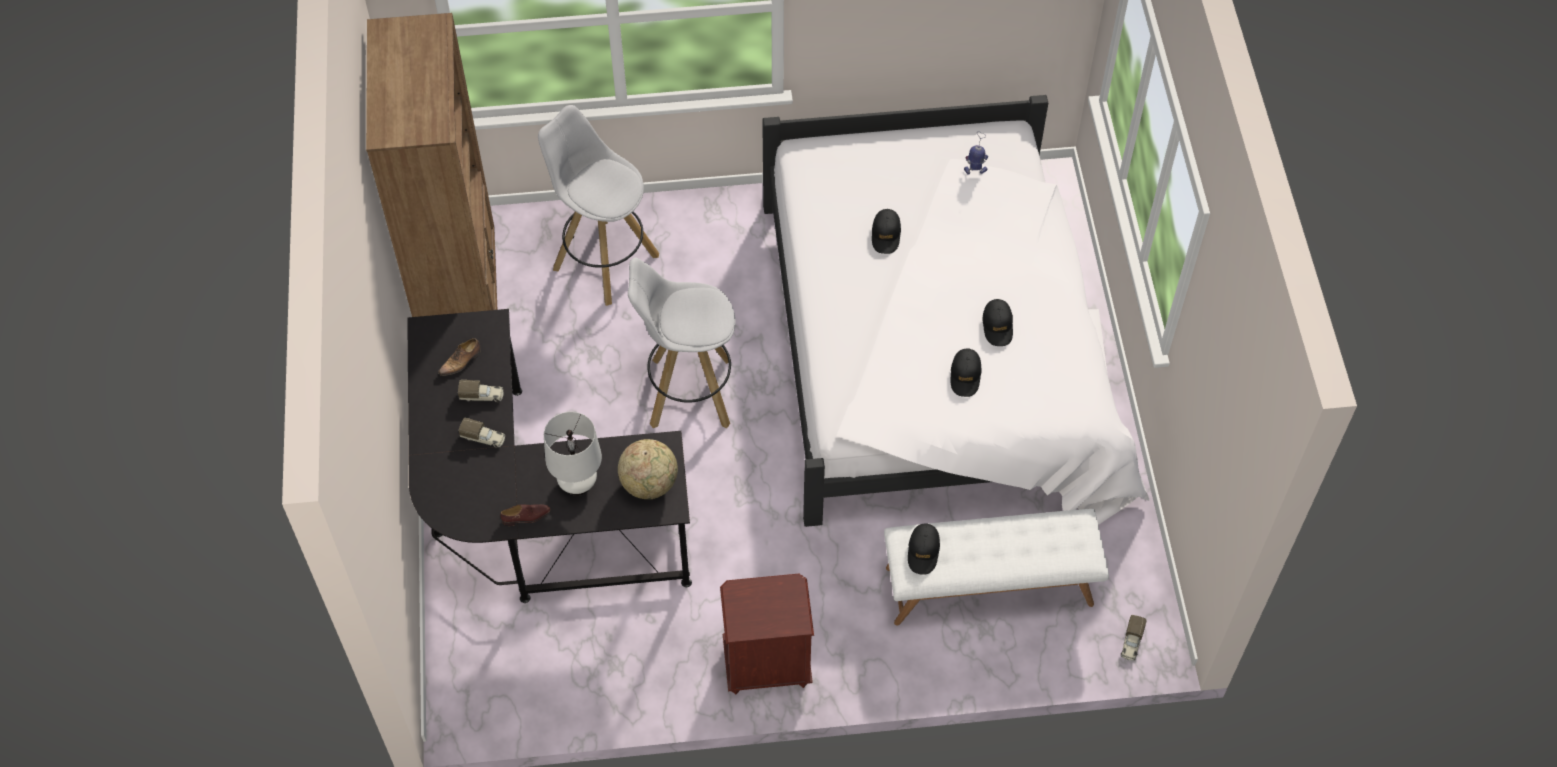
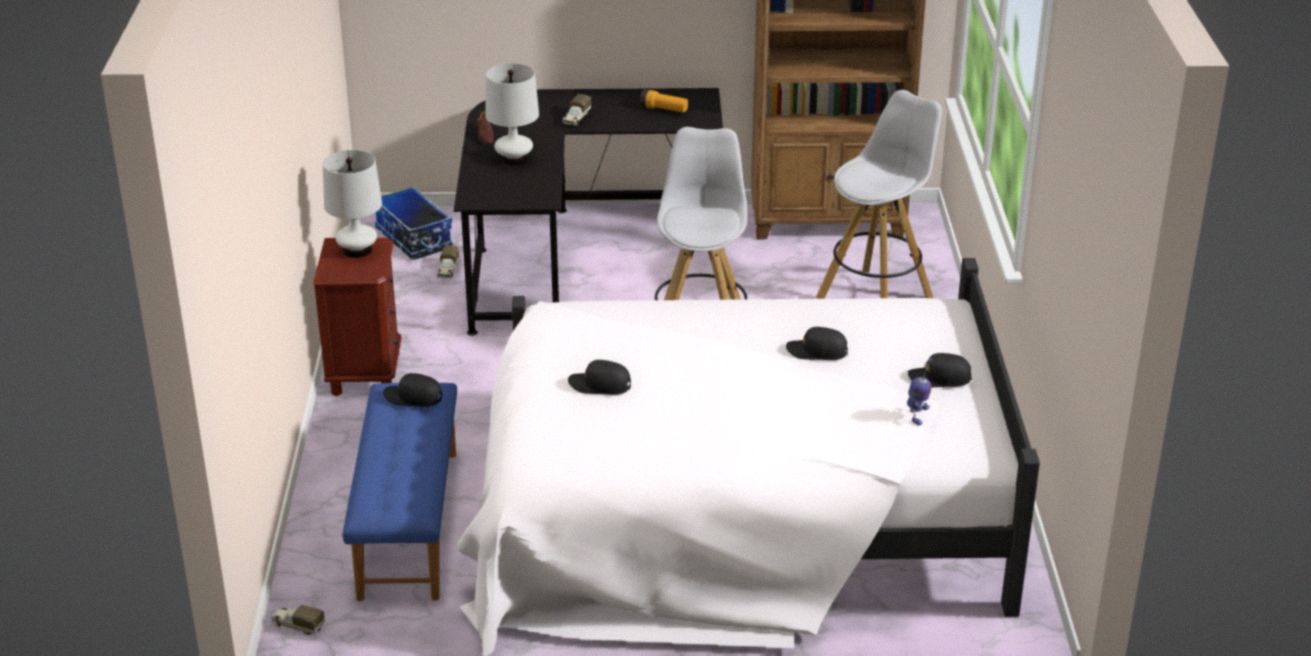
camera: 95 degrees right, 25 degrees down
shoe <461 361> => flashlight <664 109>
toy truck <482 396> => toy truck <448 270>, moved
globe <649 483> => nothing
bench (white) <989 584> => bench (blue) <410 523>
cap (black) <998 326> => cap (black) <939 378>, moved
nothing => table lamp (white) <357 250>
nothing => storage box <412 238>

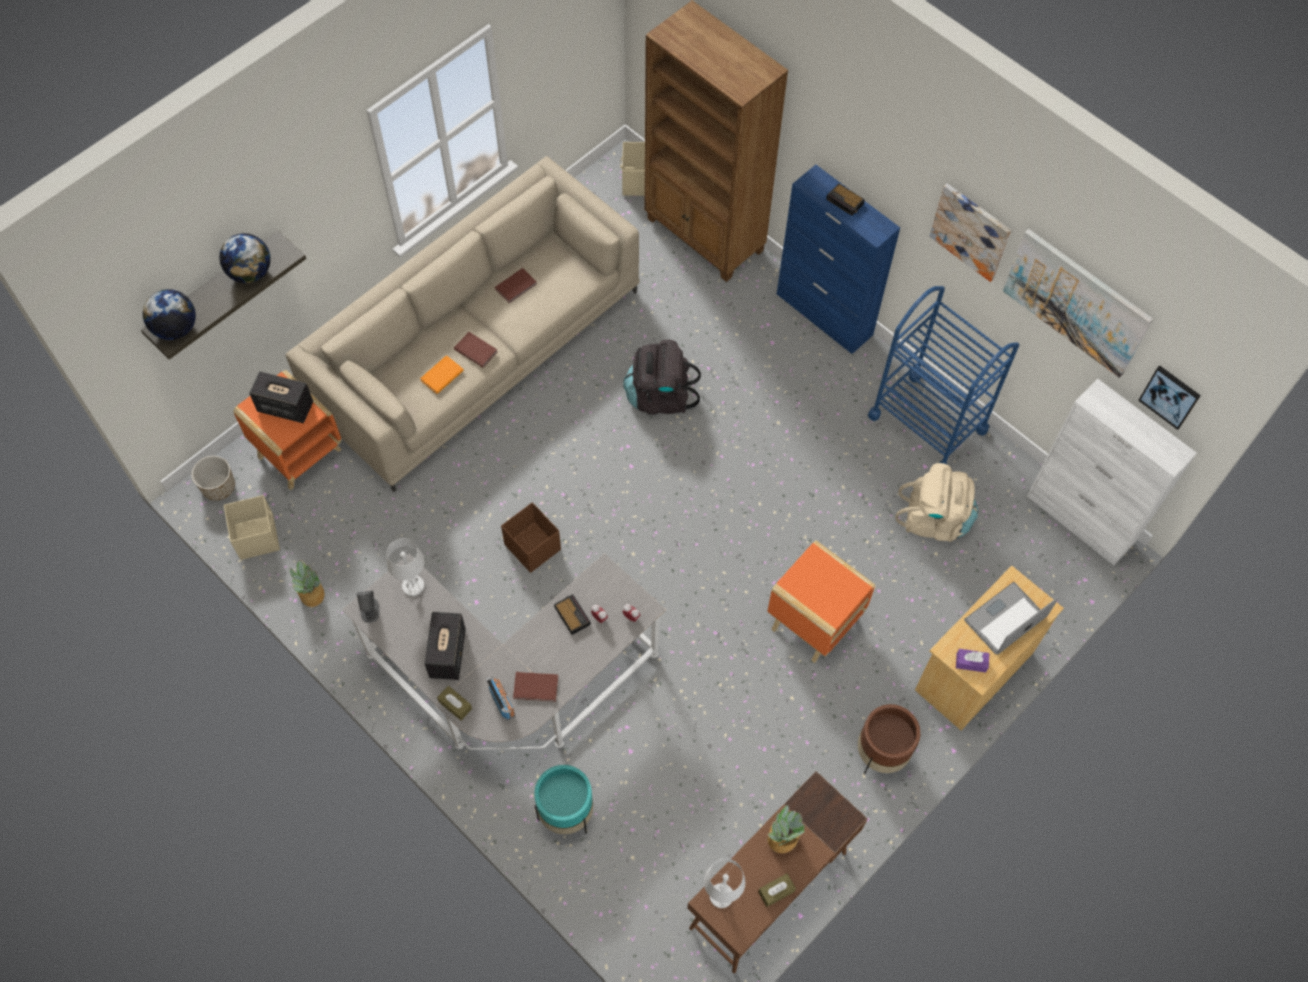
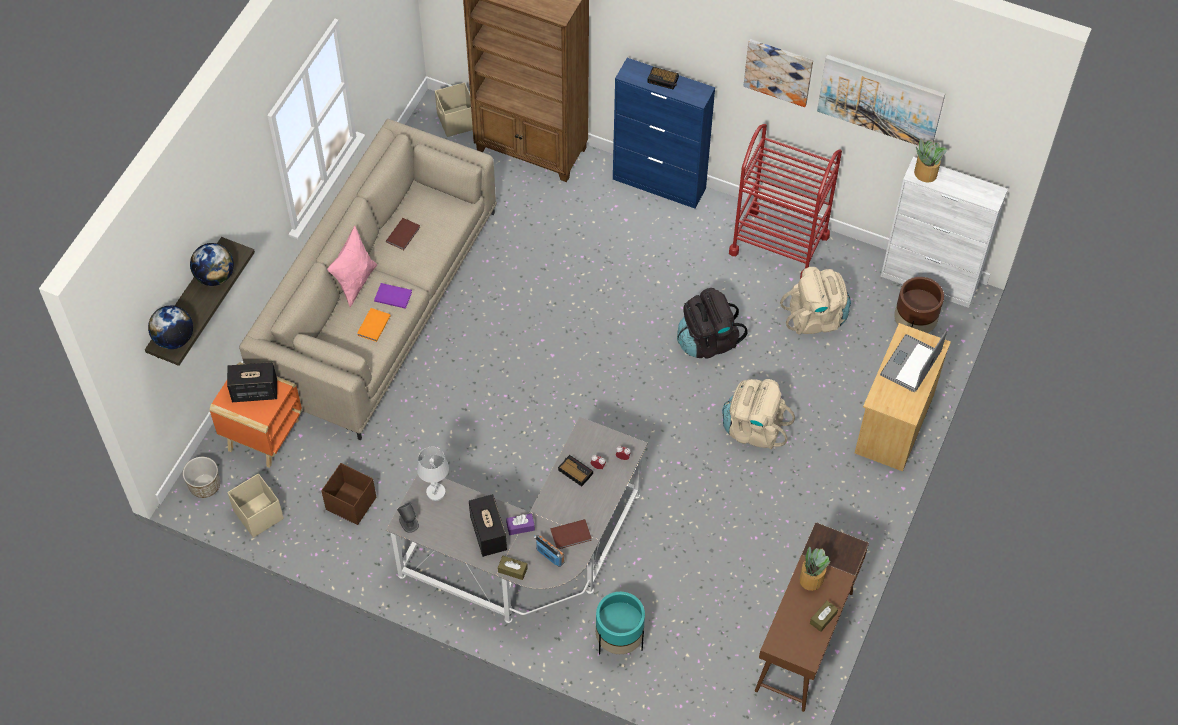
camera: 20 degrees left, 5 degrees down
potted plant <312 593> => potted plant <925 172>, moved
book (brown) <476 350> => book (purple) <393 296>
storage box (brown) <532 546> => storage box (brown) <350 503>, moved
backpack (black) <660 396> => backpack (black) <707 341>, moved
table lamp (white) <721 895> => nothing
side table (orange) <813 623> => backpack (beige) <753 429>
planter (brown) <881 753> => planter (brown) <913 327>, moved
cart (blue) <927 423> => cart (red) <779 244>
tissue box (purple) <971 663> => tissue box (purple) <520 527>, moved
picture <1170 396> => nothing
nothing => pillow (pink) <355 282>

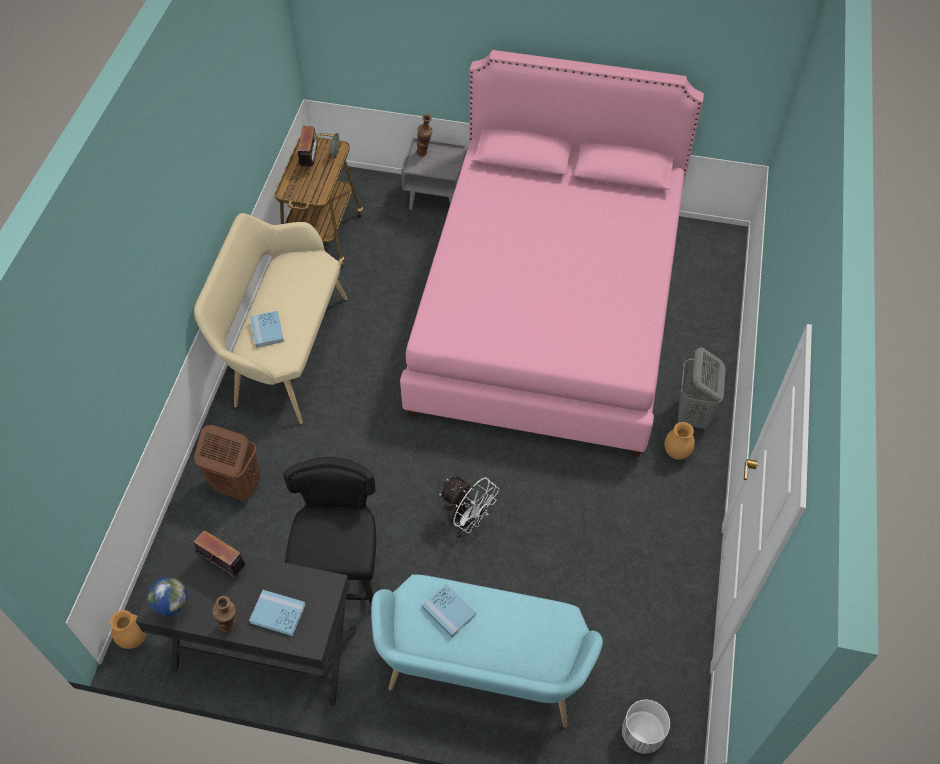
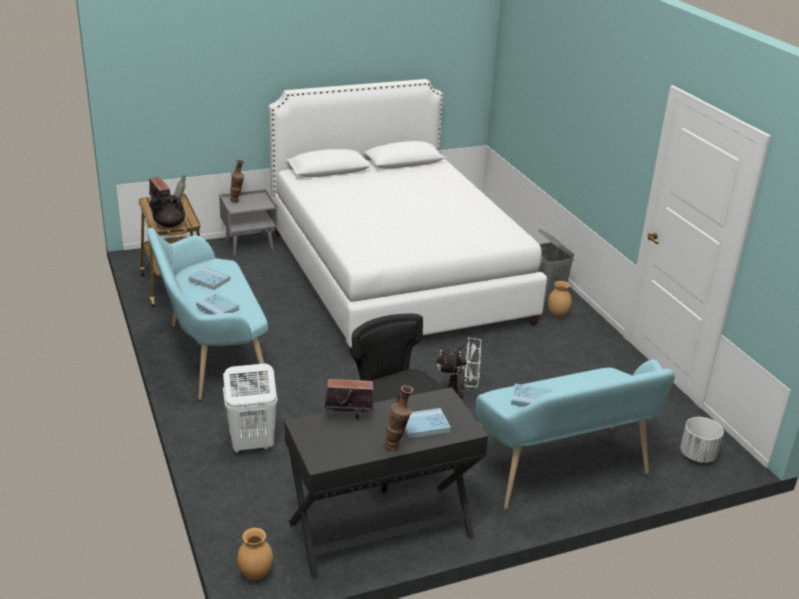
camera: 35 degrees left, 25 degrees down
globe <175 610> => nothing
bench (beige) <284 352> => bench (turquoise) <211 356>
laundry basket (brown) <237 486> => laundry basket (white) <251 445>
bed (pink) <548 312> => bed (white) <396 276>
nothing => teapot (black) <168 225>
nothing => book (blue) <209 280>

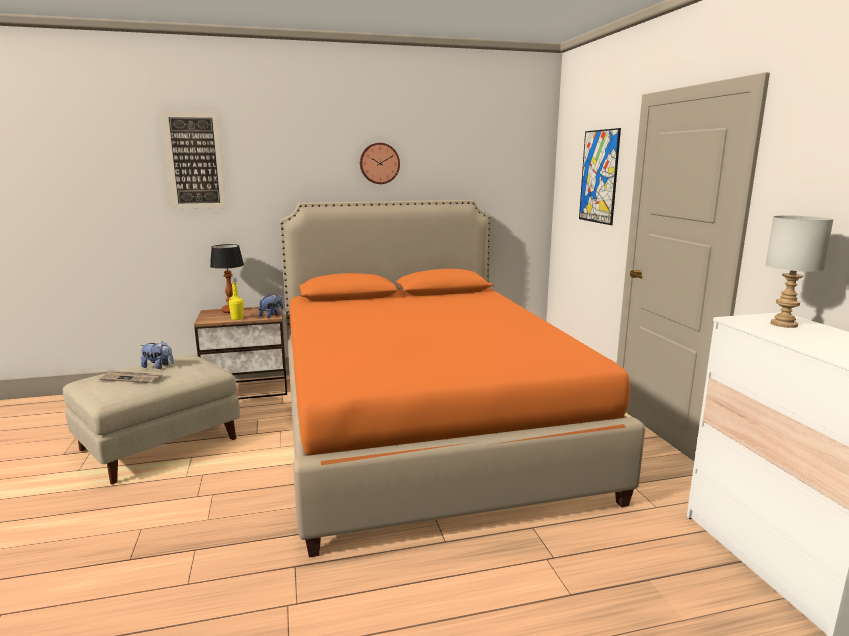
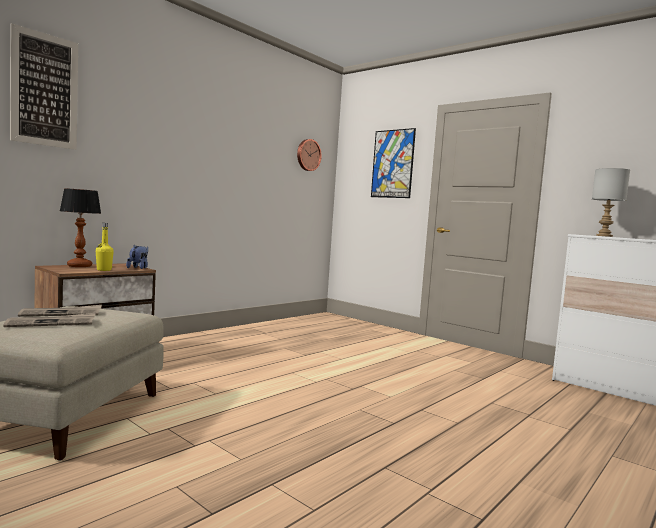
camera: 35 degrees left, 10 degrees down
plush toy <158 366> => newspaper <62 313>
bed (orange) <422 427> => nothing
wall clock <379 163> => wall clock <308 155>, moved

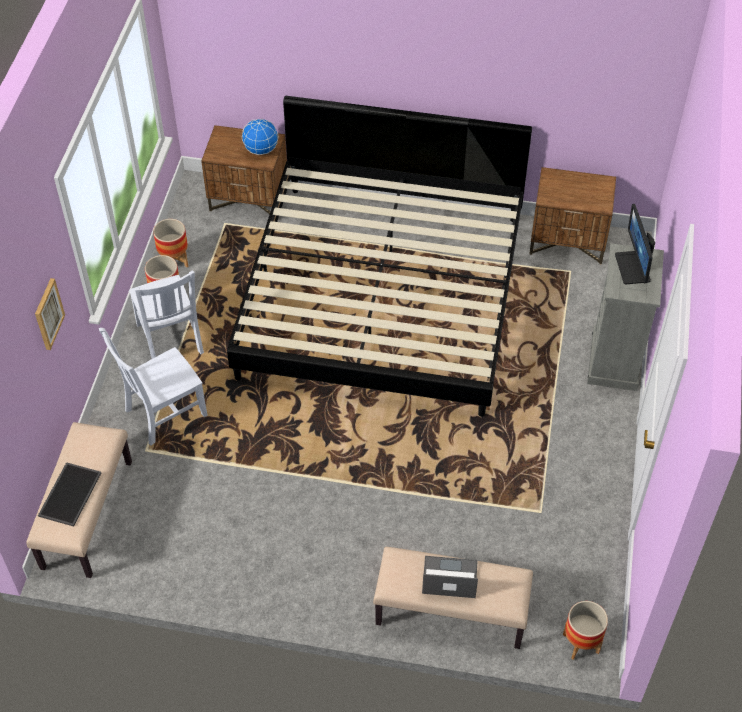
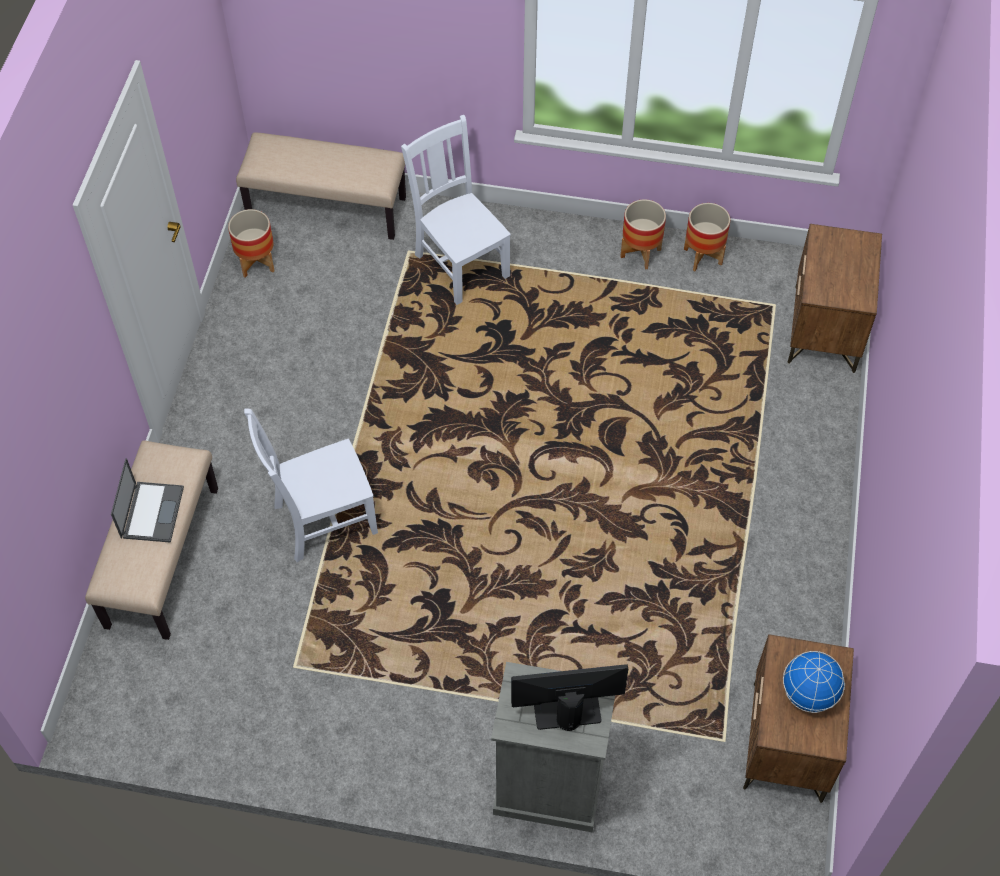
camera: 90 degrees right, 5 degrees up
picture <48 314> => nothing
tray <69 493> => nothing
chair (white) <170 341> => chair (white) <321 520>, moved
bed <382 294> => nothing
globe <261 150> => globe <808 694>, moved
planter <580 643> => planter <256 263>, moved

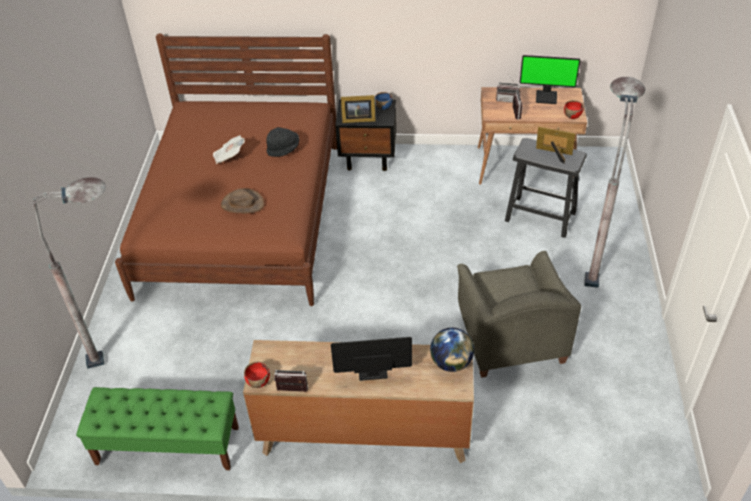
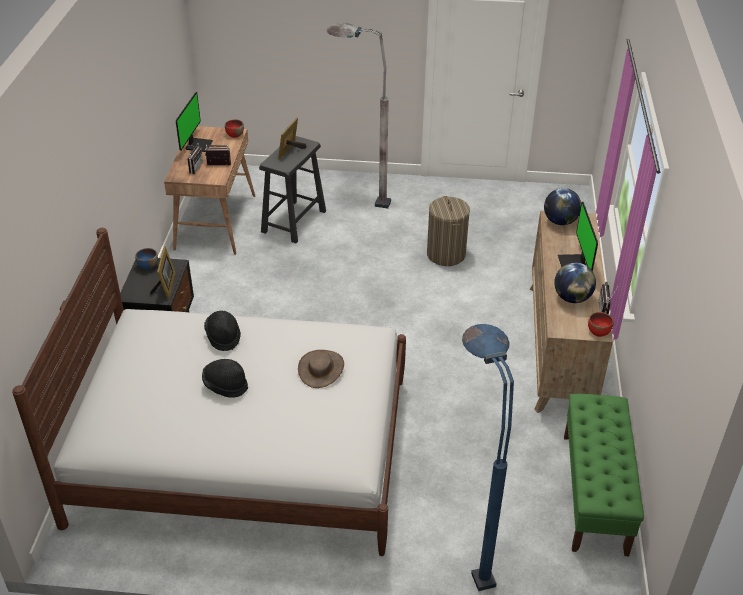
camera: 90 degrees left, 5 degrees down
floor lamp (grey) <129 352> => floor lamp (blue) <469 545>
bed (brown) <242 217> => bed (white) <244 449>
newspaper <229 157> => hat (black) <225 386>
armchair (grey) <510 336> => laundry basket <446 254>
nothing => globe <572 298>

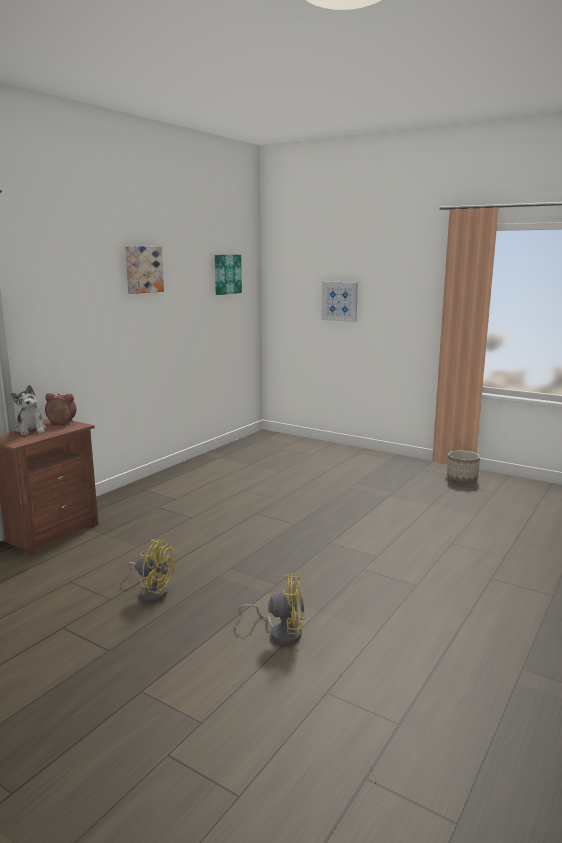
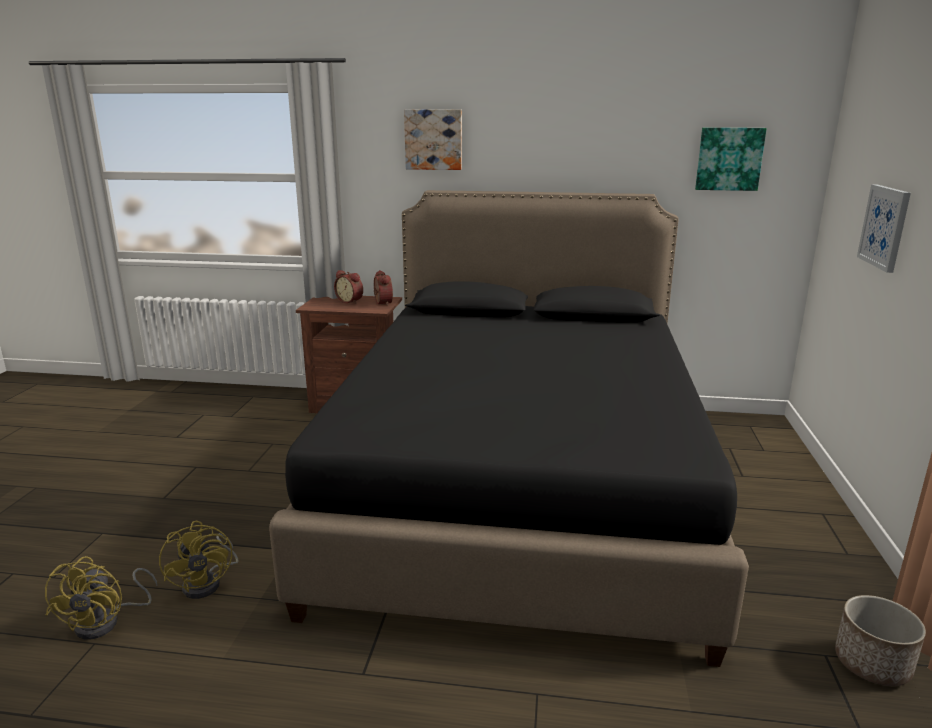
camera: 65 degrees right, 5 degrees up
plush toy <31 430> => alarm clock <350 301>
picture <143 269> => picture <434 139>, moved
fan (yellow) <152 591> => fan (yellow) <107 622>, moved
nothing => bed (black) <517 489>

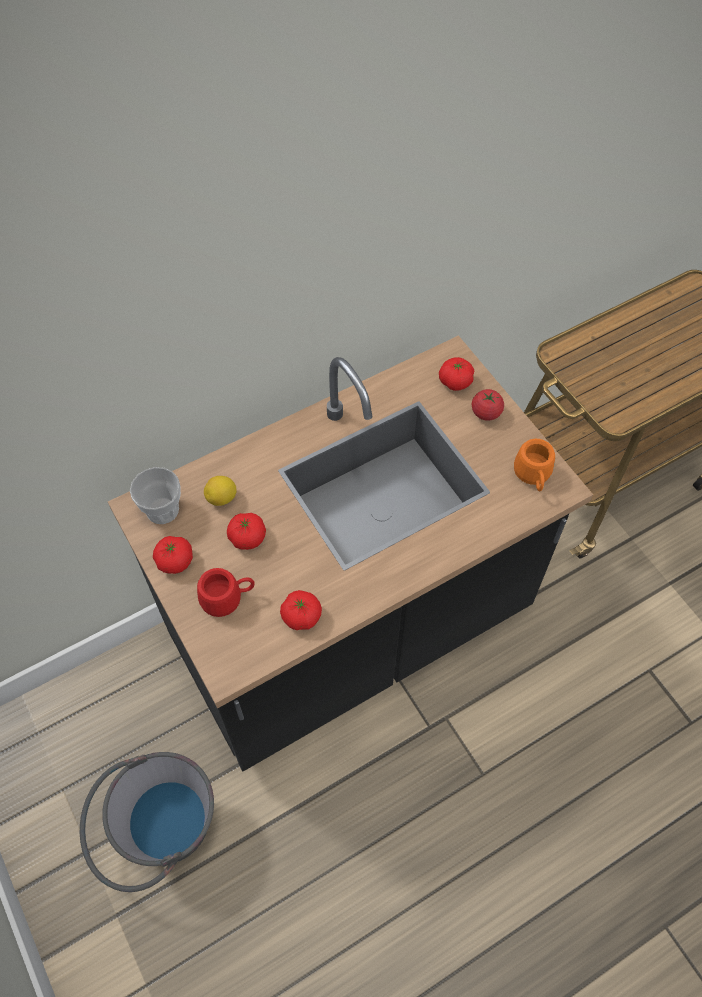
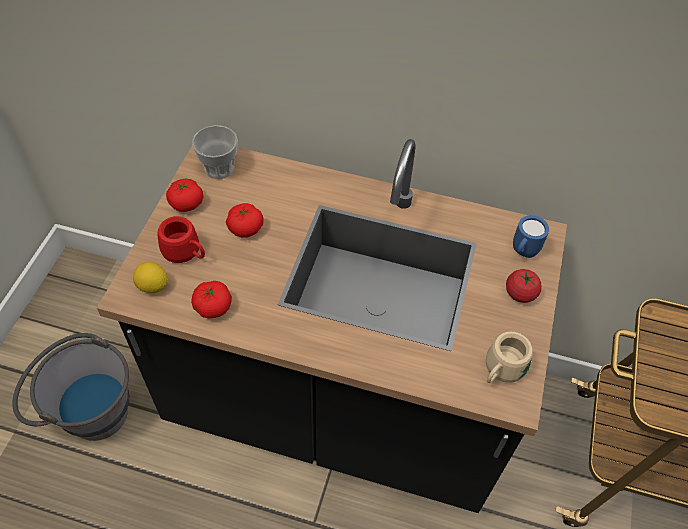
camera: 45 degrees right, 5 degrees down
lemon <222 498> => lemon <153 286>, moved
tomato <455 382> => mug (blue) <522 253>
mug (orange) <533 477> => mug (beige) <500 371>

